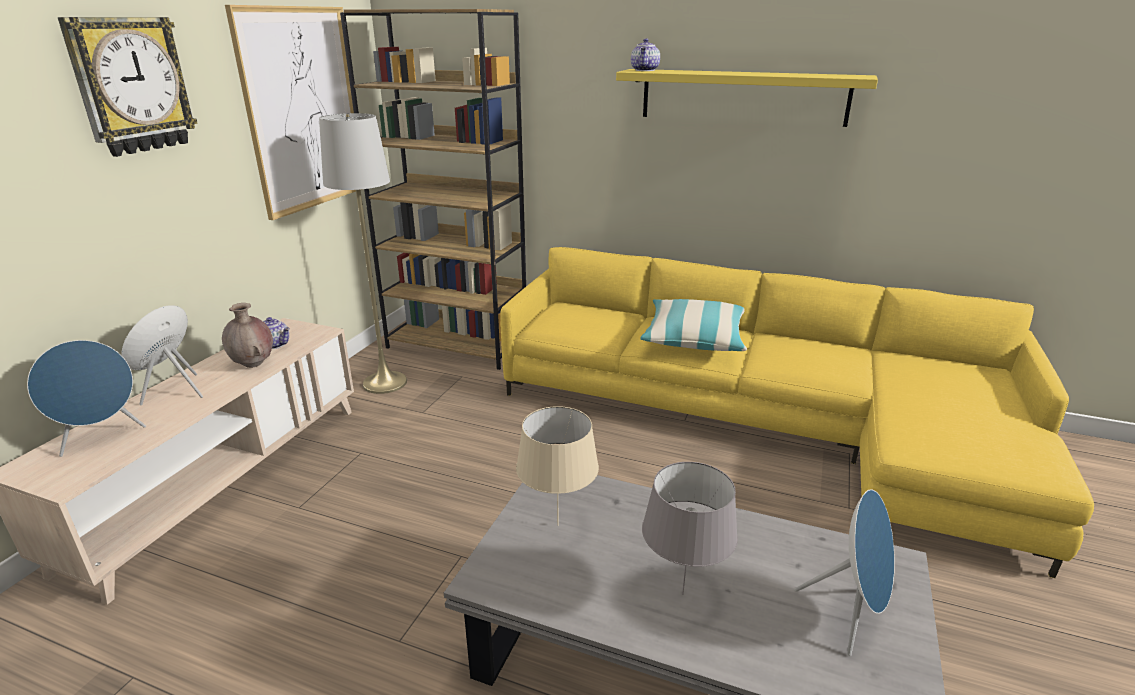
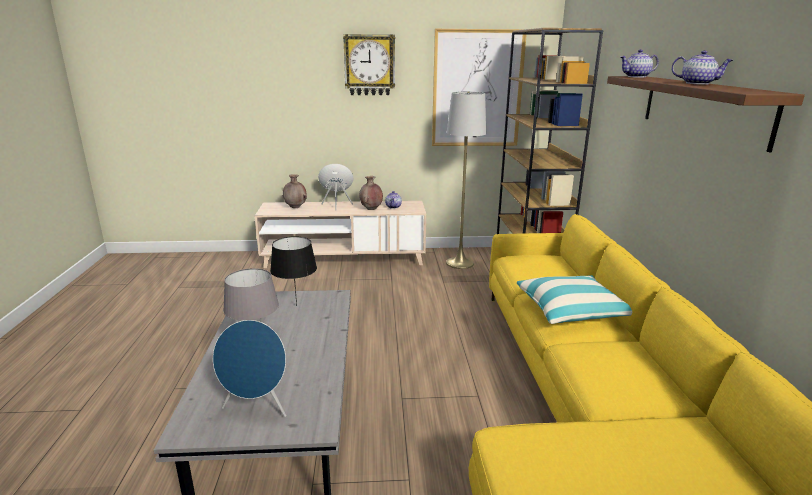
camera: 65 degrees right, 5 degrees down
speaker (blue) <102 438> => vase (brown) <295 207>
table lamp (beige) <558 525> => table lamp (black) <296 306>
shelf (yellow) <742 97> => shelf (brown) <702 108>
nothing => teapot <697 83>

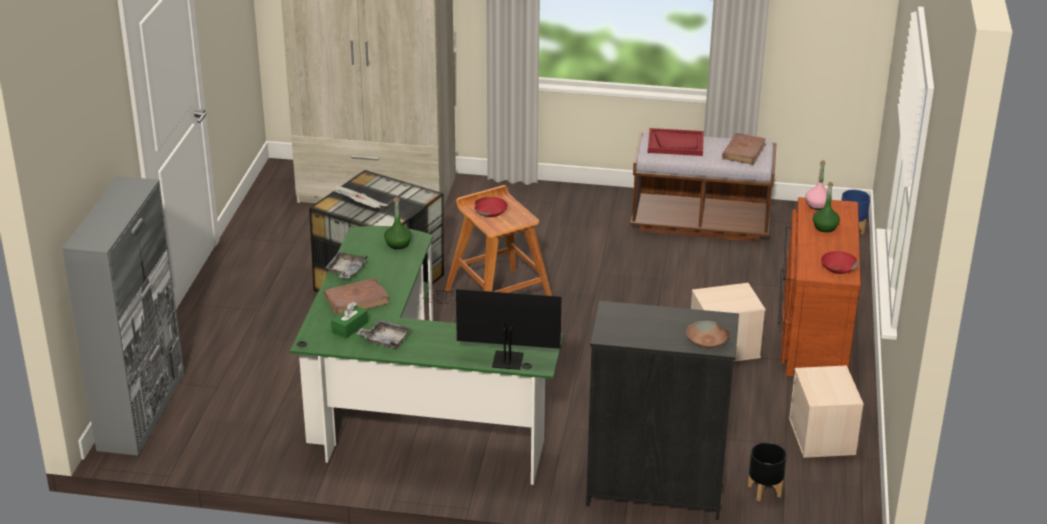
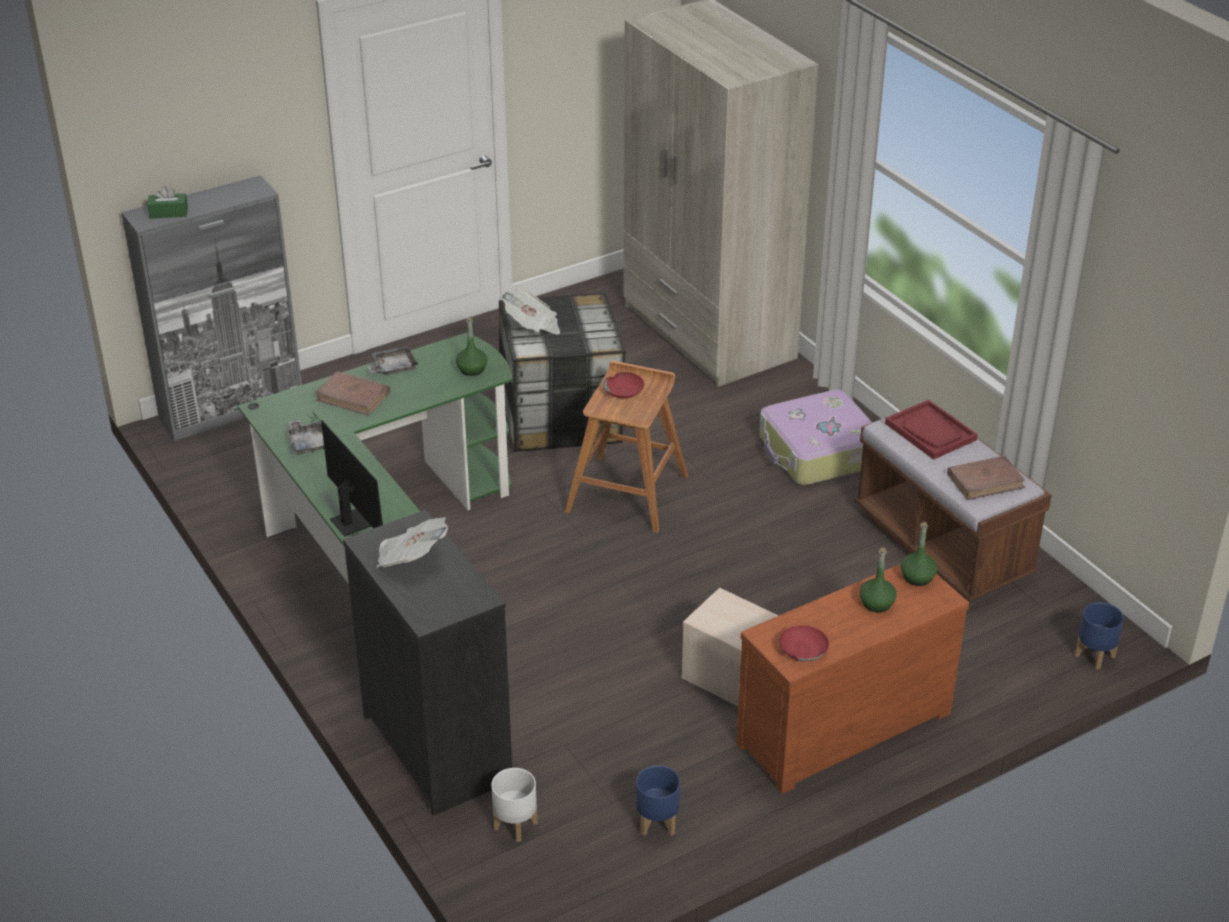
camera: 50 degrees right, 5 degrees up
tissue box (green) <350 327> => tissue box (green) <168 213>, moved
bowl (brown) <707 341> => nothing
planter (black) <765 490> => planter (white) <516 825>
storage box (beige) <823 436> => planter (blue) <657 823>
bottle (pink) <817 205> => bottle (green) <917 577>
nothing => newspaper <411 558>
nothing => suitcase <818 452>

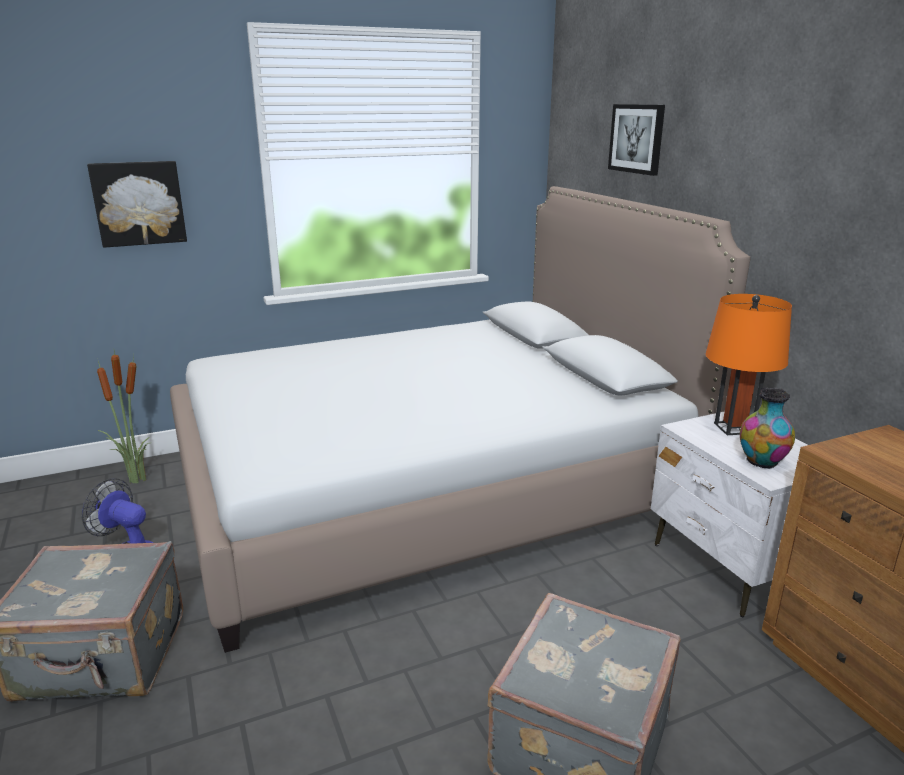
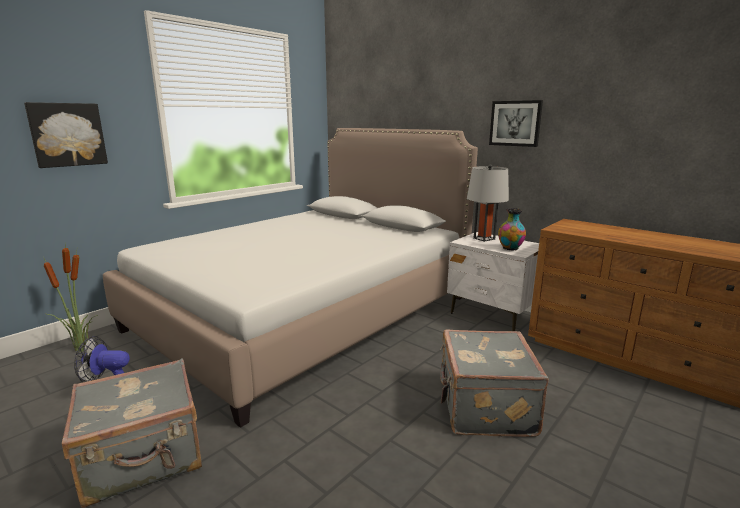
camera: 25 degrees left, 5 degrees down
picture <637 138> => picture <515 123>, moved
table lamp (orange) <734 428> => table lamp (grey) <484 238>

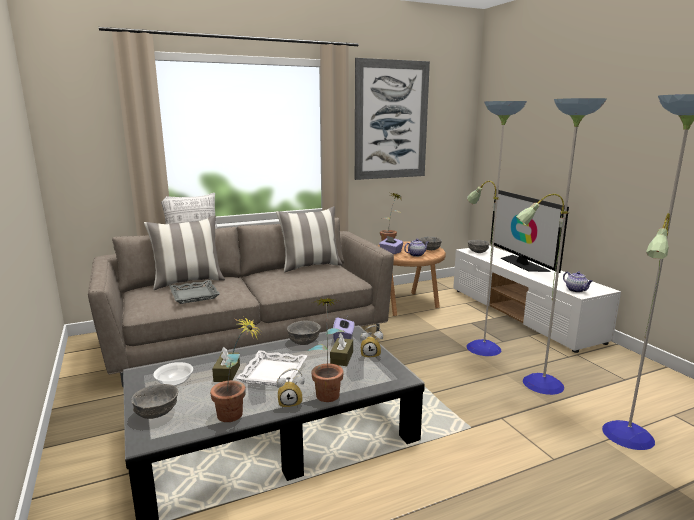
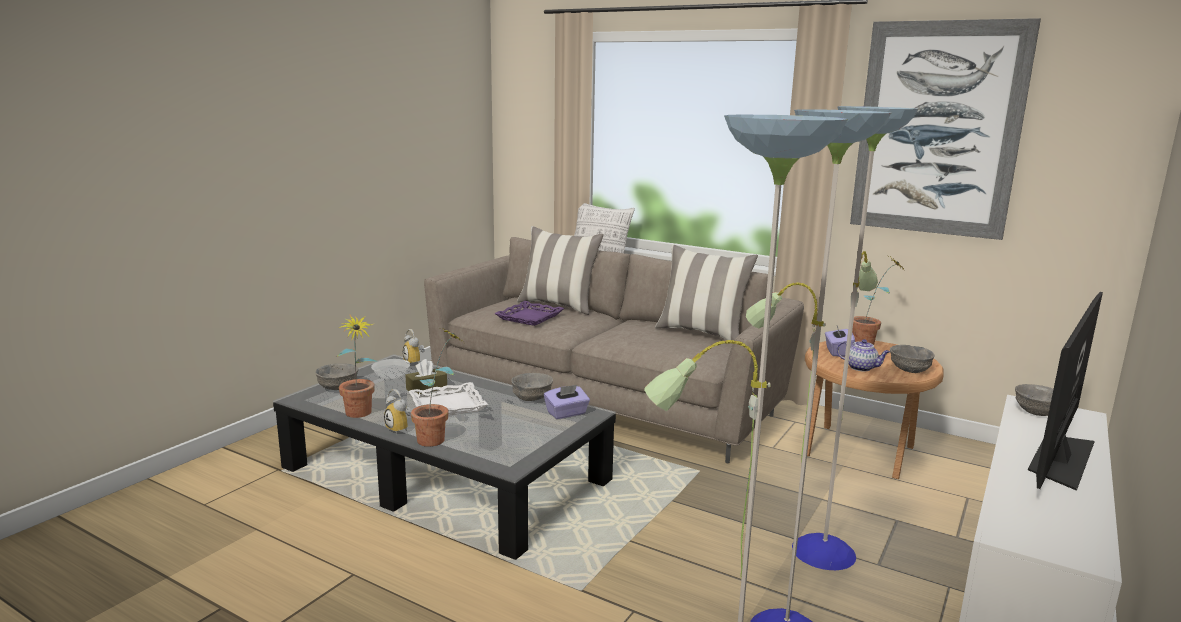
camera: 55 degrees right, 0 degrees up
tray (grey) <194 295> => tray (purple) <529 317>
tissue box (brown) <342 358> => nothing
alarm clock <371 355> => alarm clock <415 362>, moved
teapot <576 290> => nothing

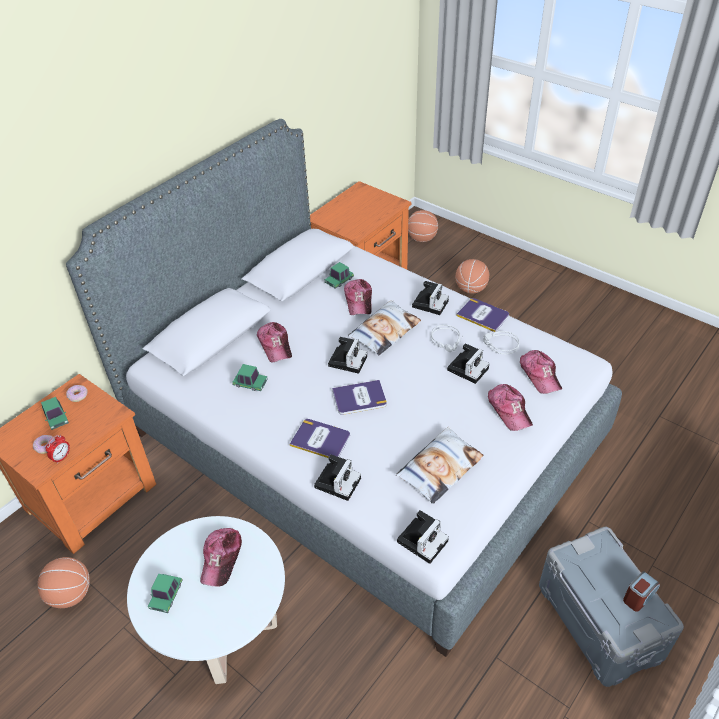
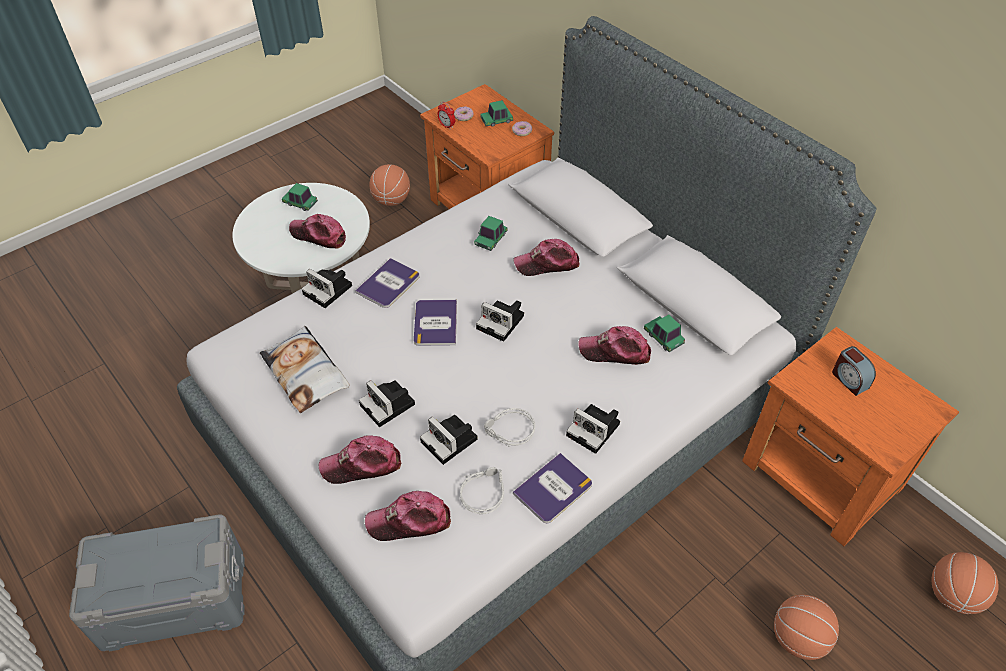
camera: 100 degrees right, 5 degrees up
pillow <384 331> => nothing
photo camera <423 540> => photo camera <389 405>, moved
alarm clock <638 597> => alarm clock <849 380>, moved

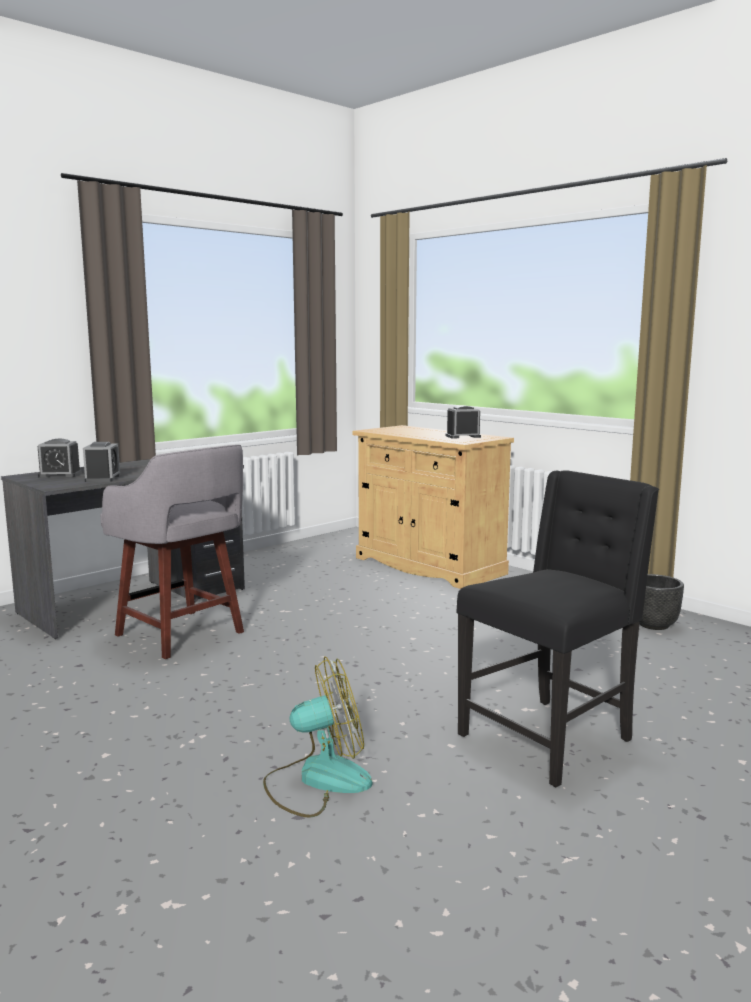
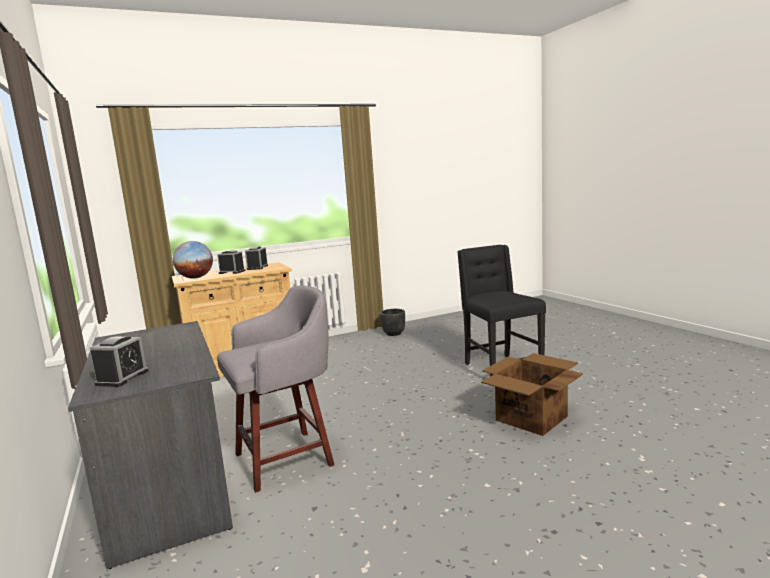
camera: 70 degrees left, 0 degrees up
alarm clock <103 478> => alarm clock <232 272>, moved
fan <317 780> => cardboard box <530 418>
nothing => globe <195 278>

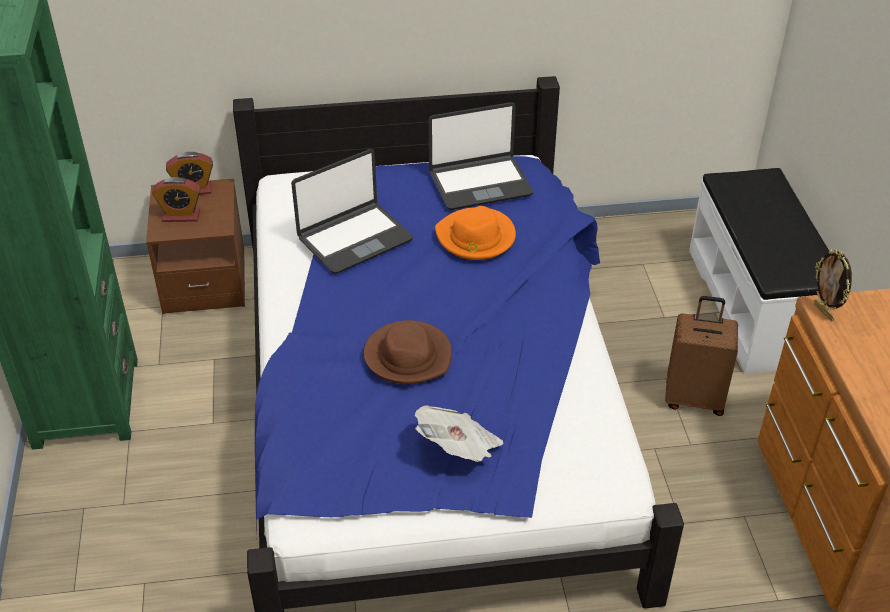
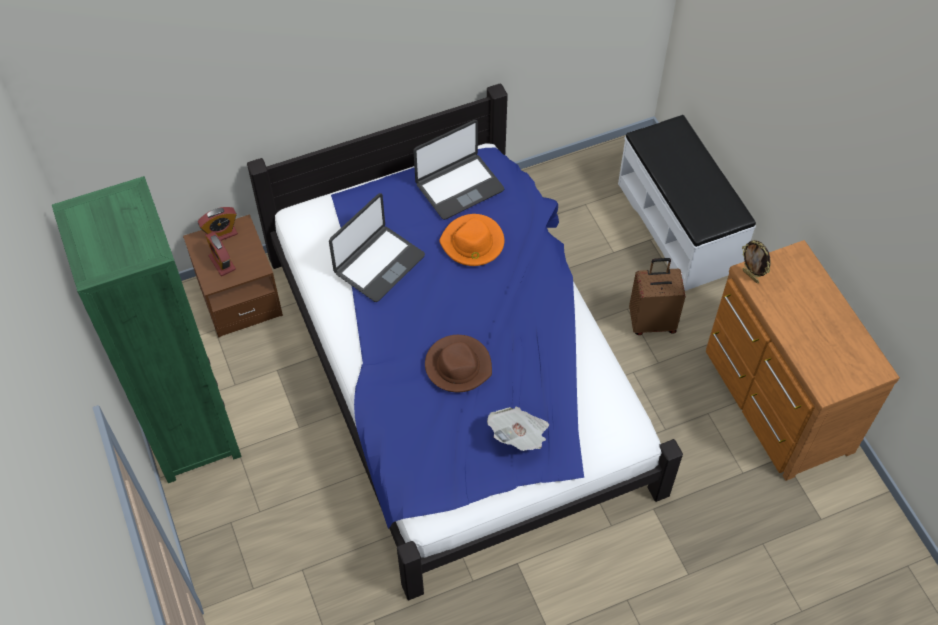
camera: 15 degrees left, 15 degrees up
alarm clock <181 216> => alarm clock <222 263>, 75 degrees clockwise

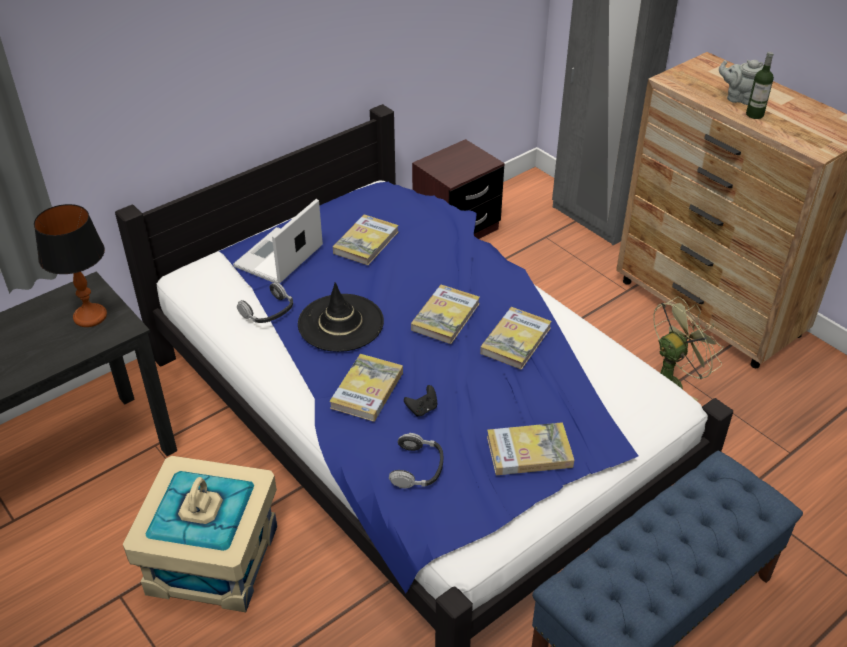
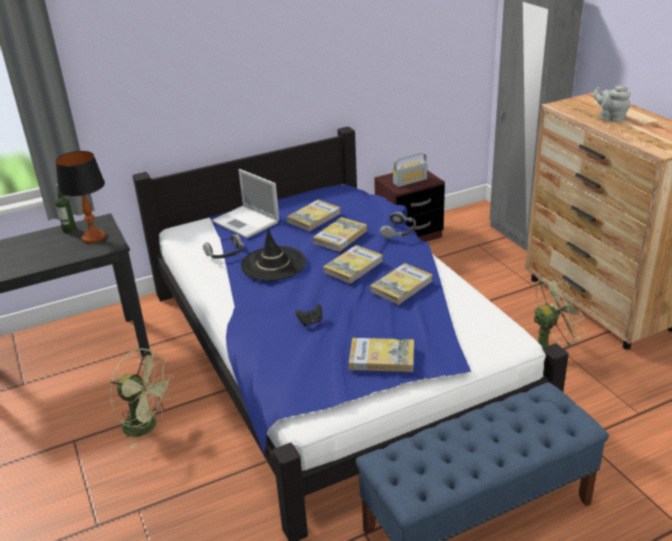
camera: 15 degrees right, 10 degrees down
storage box (beige) <212 559> => fan (green) <147 426>
laptop <278 257> => laptop <246 222>, 90 degrees counterclockwise
book <367 390> => book <340 236>, moved
headphones <418 468> => headphones <399 231>, moved
bottle <754 114> => bottle <69 230>, moved
nothing => radio <410 181>

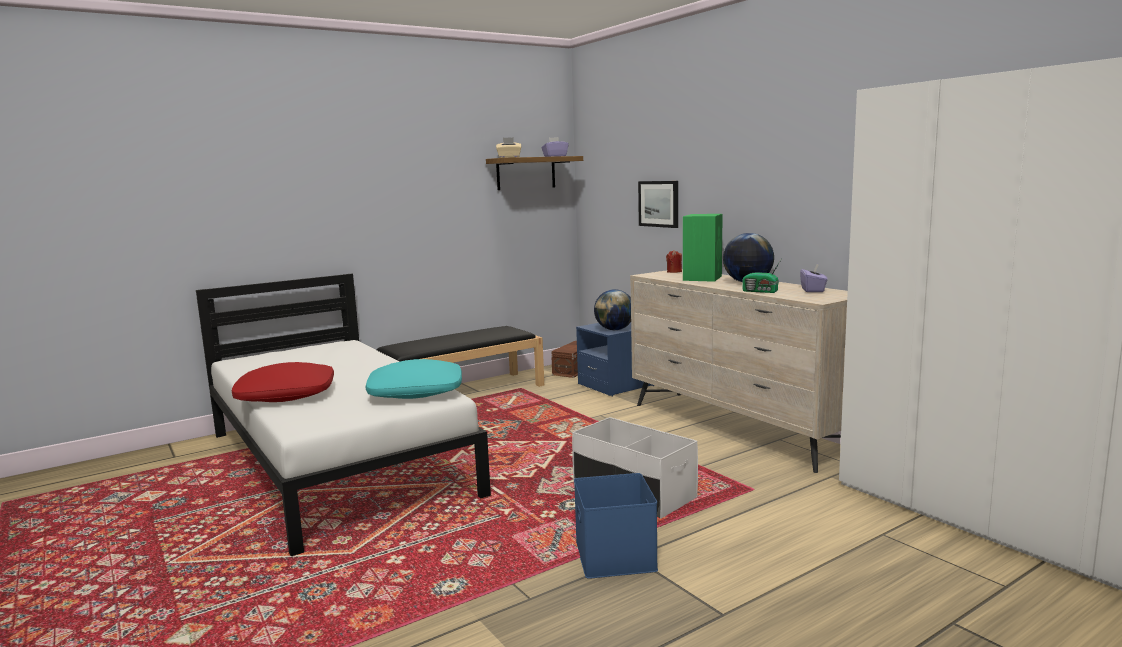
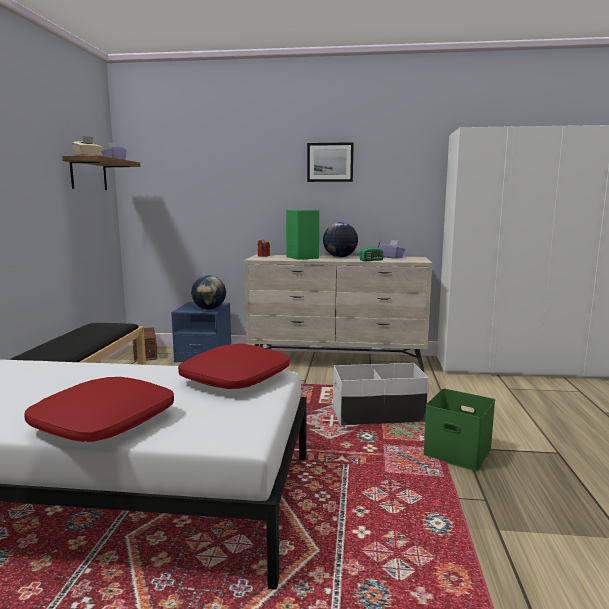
camera: 50 degrees left, 0 degrees up
pillow (turquoise) <415 392> => pillow (red) <236 379>
storage box (blue) <617 557> => storage box (green) <459 452>
picture <659 203> => picture <330 162>, moved

